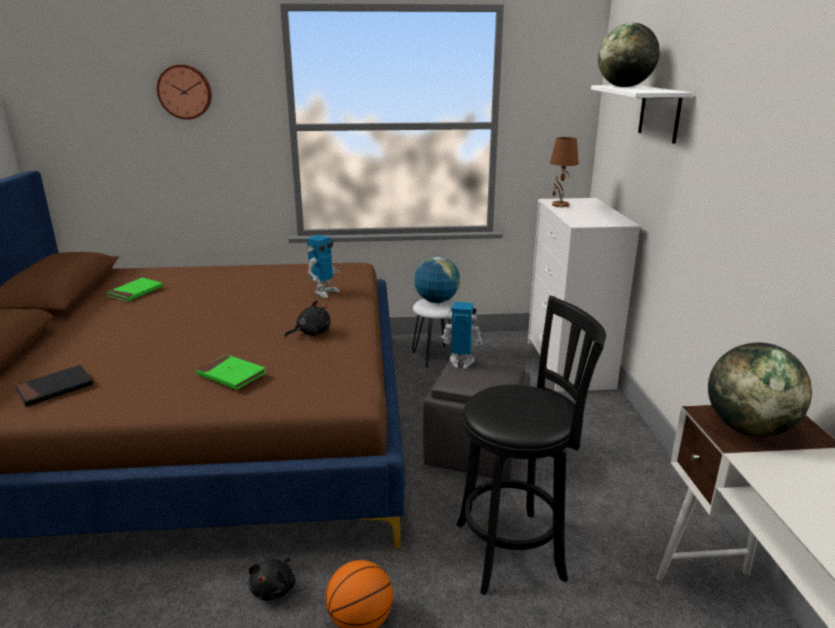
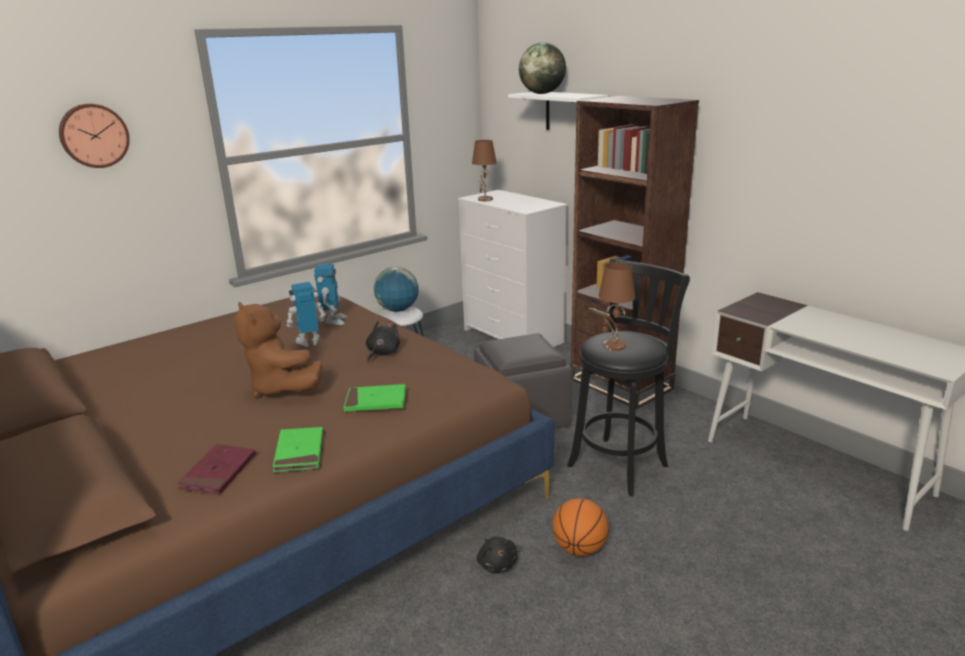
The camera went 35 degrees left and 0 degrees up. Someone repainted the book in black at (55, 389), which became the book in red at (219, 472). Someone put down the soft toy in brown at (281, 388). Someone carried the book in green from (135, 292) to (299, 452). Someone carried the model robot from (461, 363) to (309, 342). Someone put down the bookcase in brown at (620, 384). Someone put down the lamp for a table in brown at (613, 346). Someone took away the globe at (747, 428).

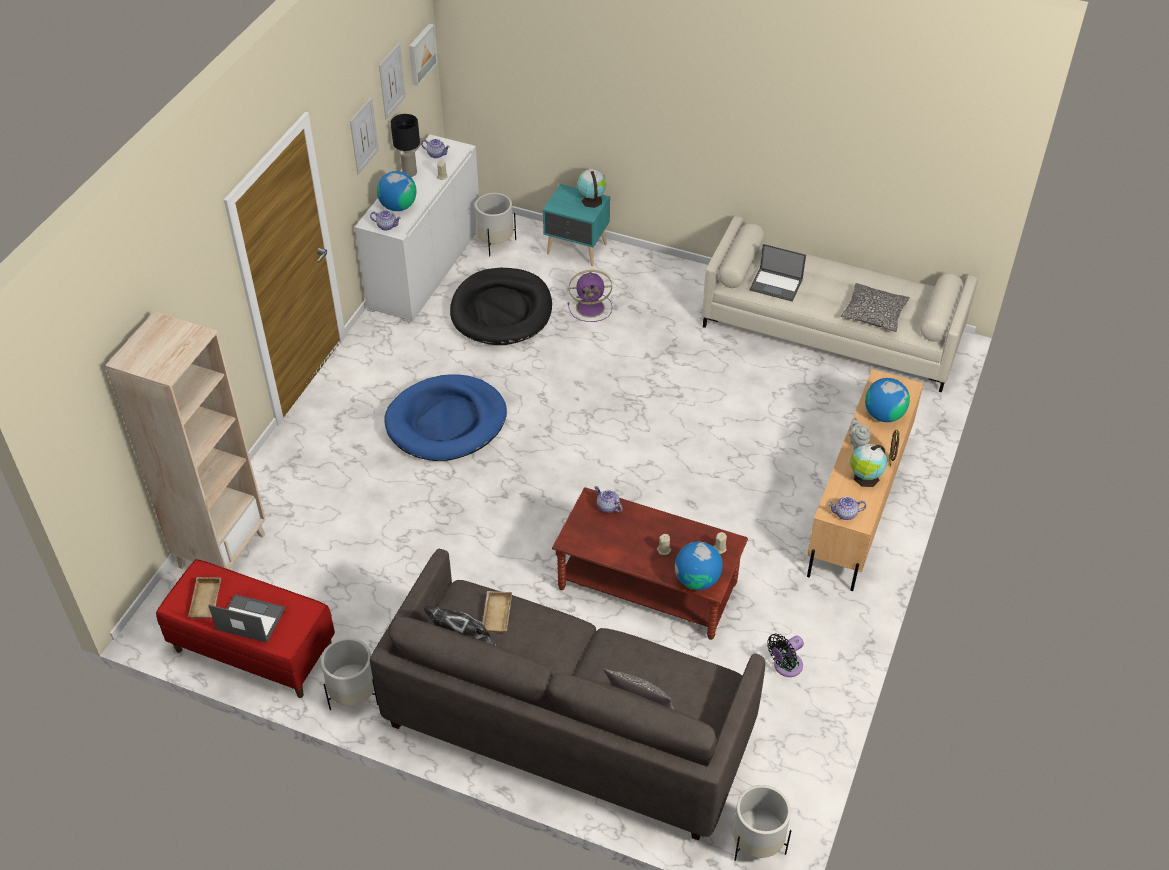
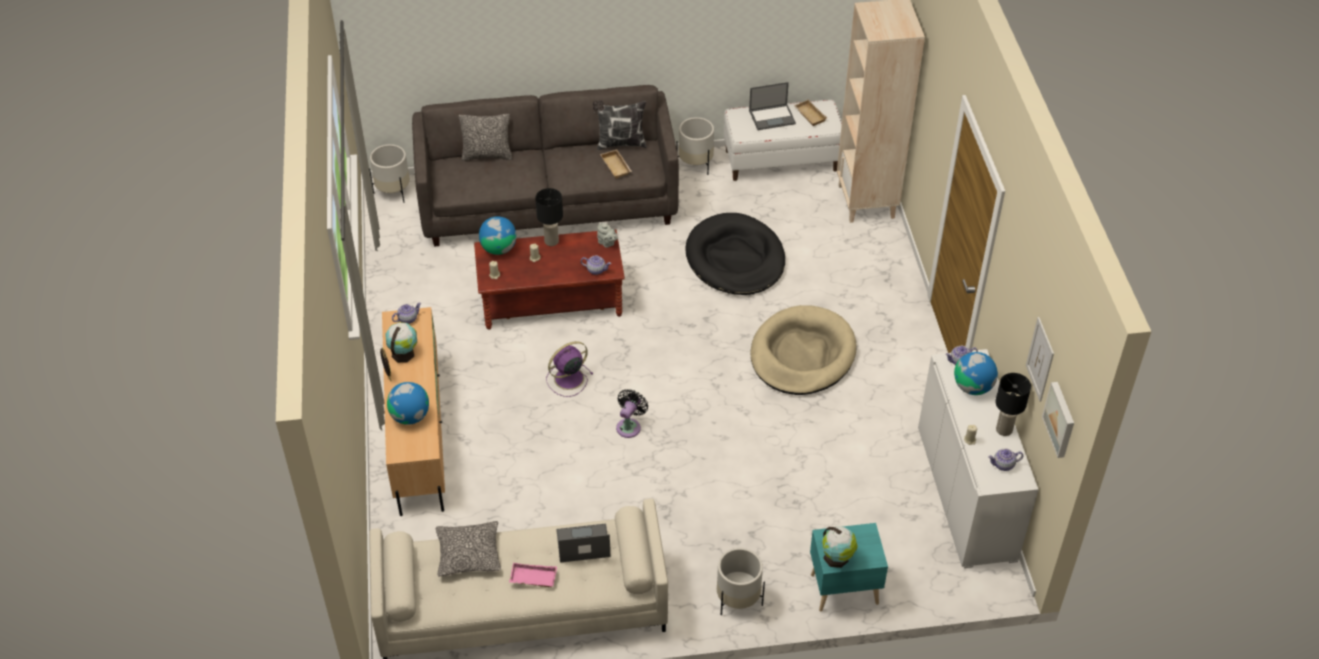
The camera went 150 degrees right and 0 degrees up. Someone put down the carrying tray in pink-coloured at (532, 578). Someone put down the lamp for a table in black at (552, 241). Someone carried the electric fan in purple-coloured from (591, 307) to (567, 379). Someone carried the pot for tea in grey from (857, 444) to (607, 243). Someone carried the electric fan in black from (785, 666) to (629, 426). Someone carried the dog bed in black from (501, 310) to (735, 259). Someone carried the flower pot in white from (495, 243) to (738, 600). Someone repainted the indoor bench in red at (253, 650), which became the indoor bench in white at (781, 160). Someone repainted the dog bed in bluish at (446, 422), which became the dog bed in beige at (802, 354). Someone took away the wall picture at (364, 135).

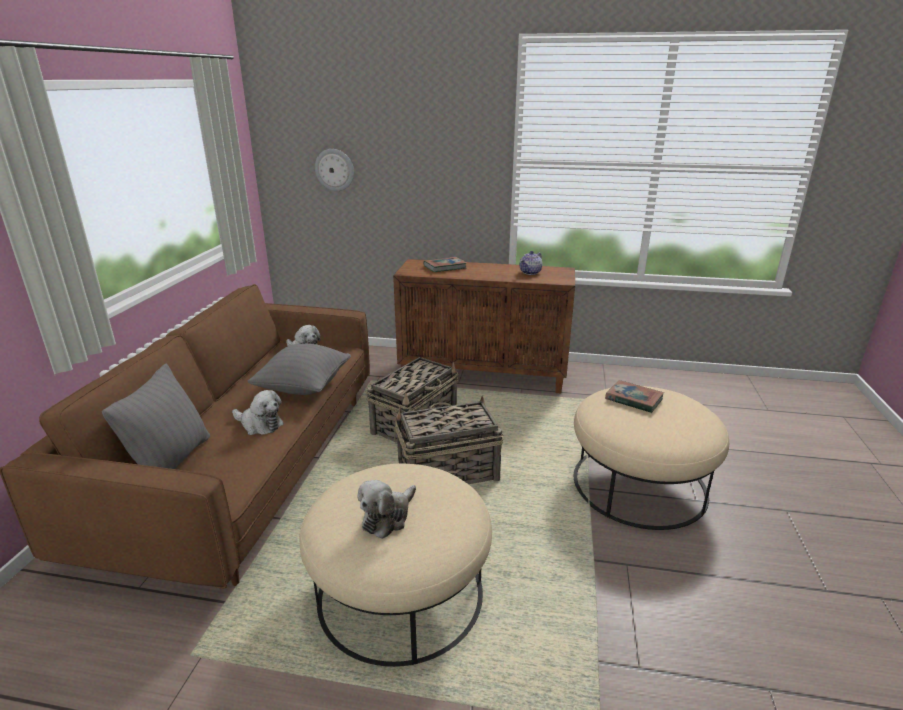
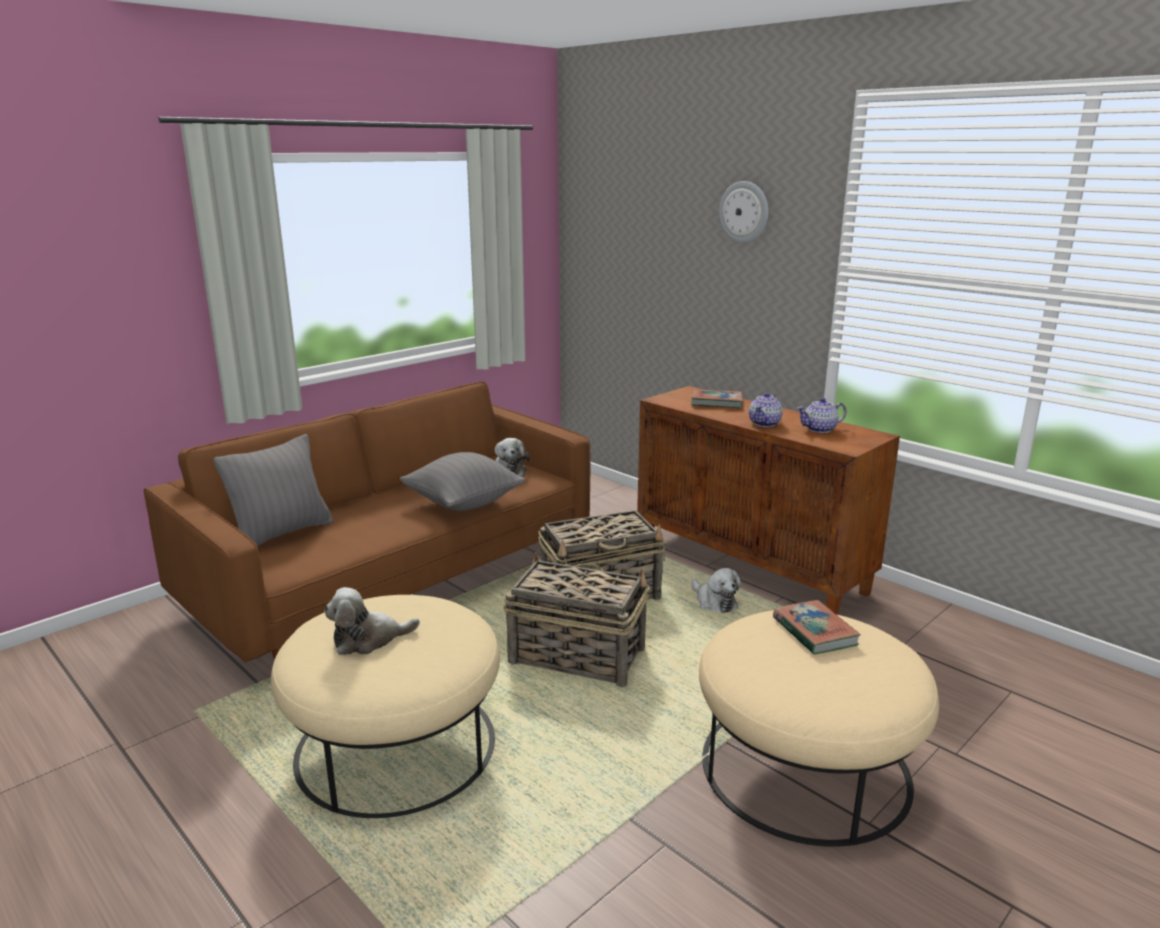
The camera went 35 degrees right and 5 degrees down. Someone carried the soft toy from (260, 424) to (714, 602). Someone carried the wall clock from (334, 170) to (744, 212). Someone put down the pot for tea at (765, 423).

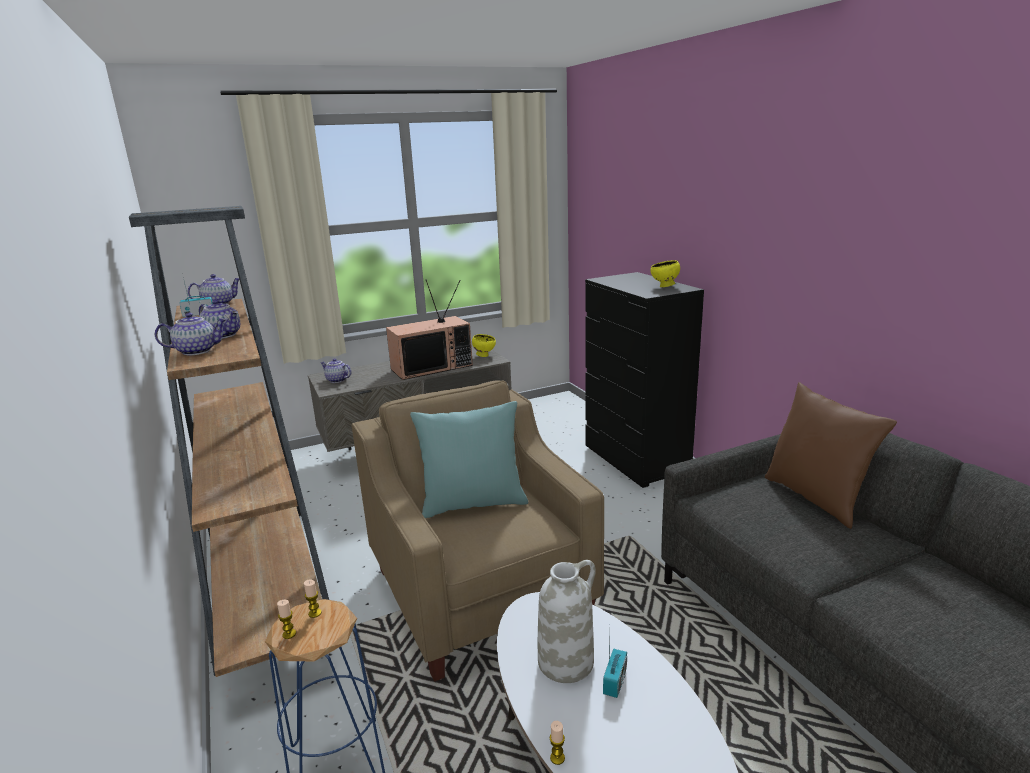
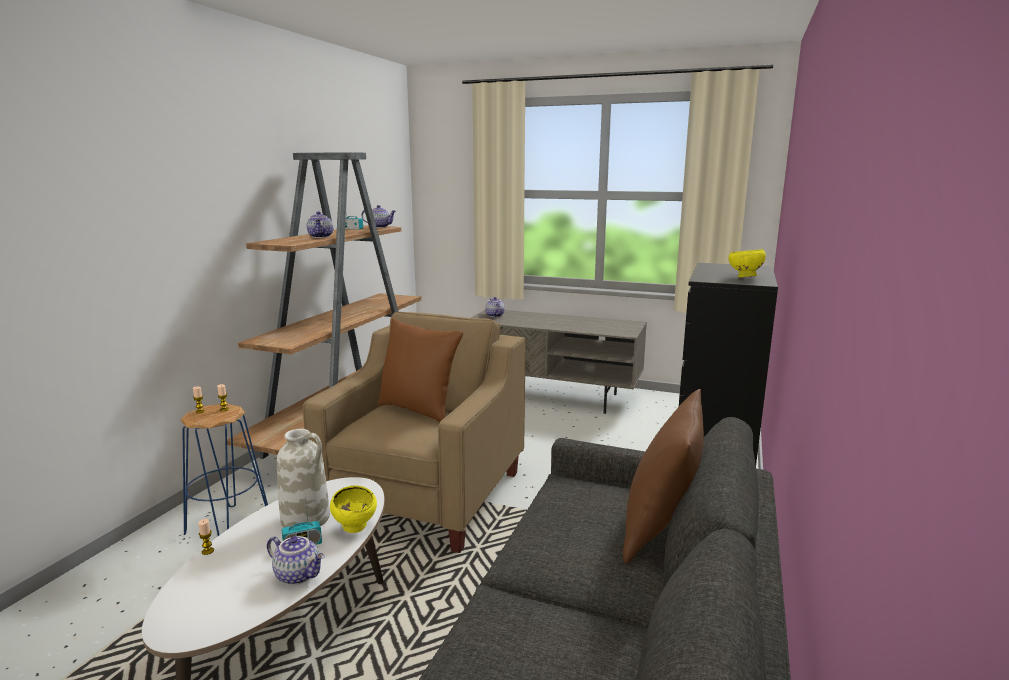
The camera went 45 degrees right and 5 degrees down. Someone carried the pot for tea from (197, 351) to (298, 575). Someone carried the deep dish in yellow from (484, 355) to (356, 528). Someone repainted the throw pillow in turquoise-coloured at (473, 503), which became the throw pillow in brown at (419, 410). Someone took away the TV set at (432, 367).

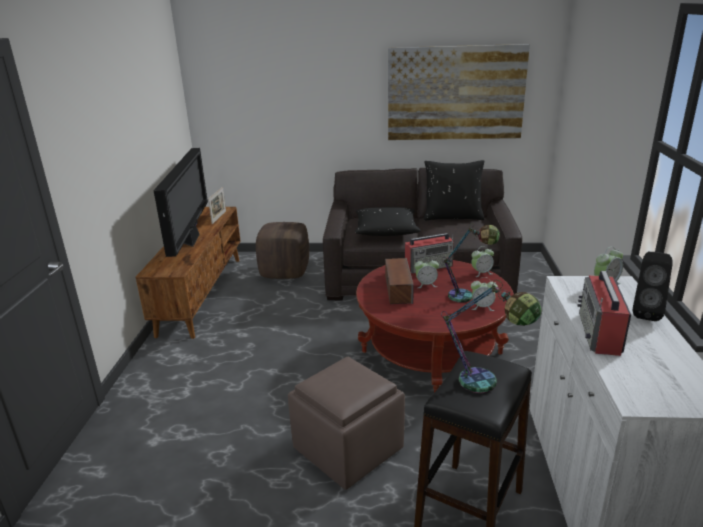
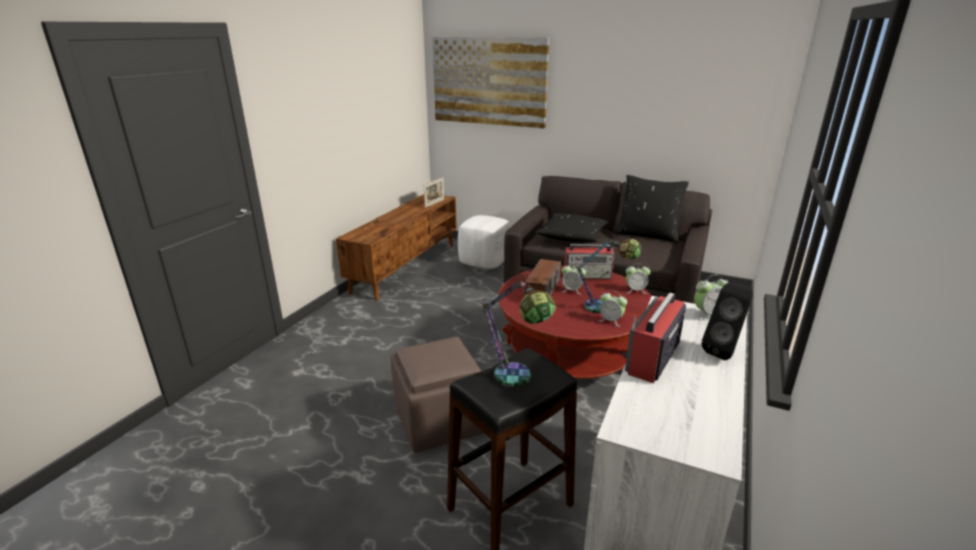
The camera went 20 degrees right and 0 degrees up. Someone carried the wall picture from (455, 93) to (489, 81). Someone repainted the footrest in brown at (285, 272), which became the footrest in white at (485, 262). Someone took away the TV set at (192, 239).

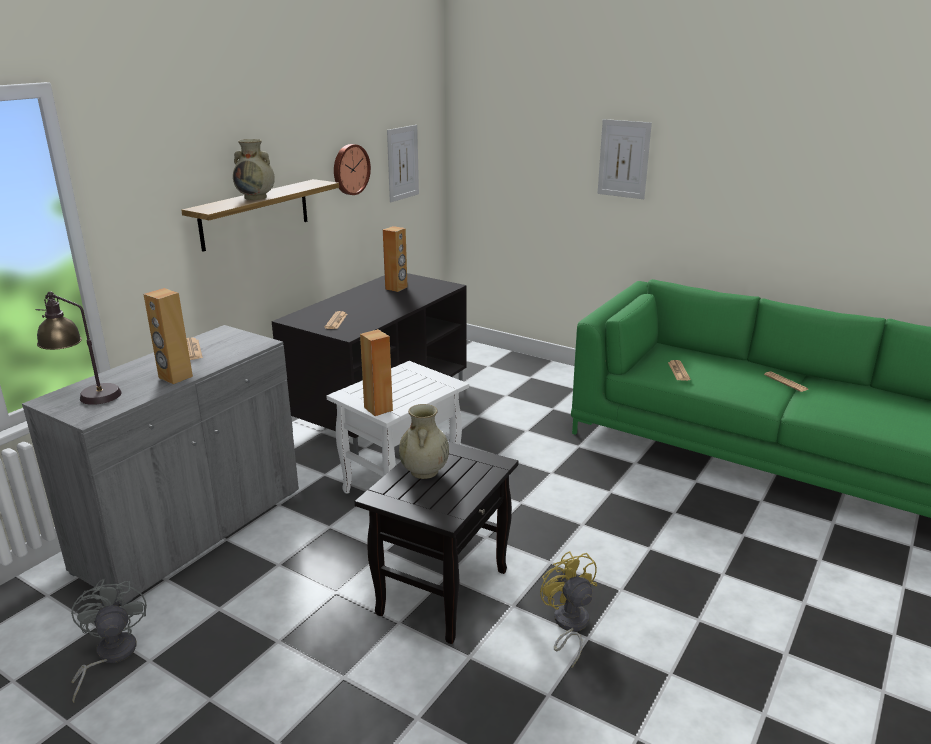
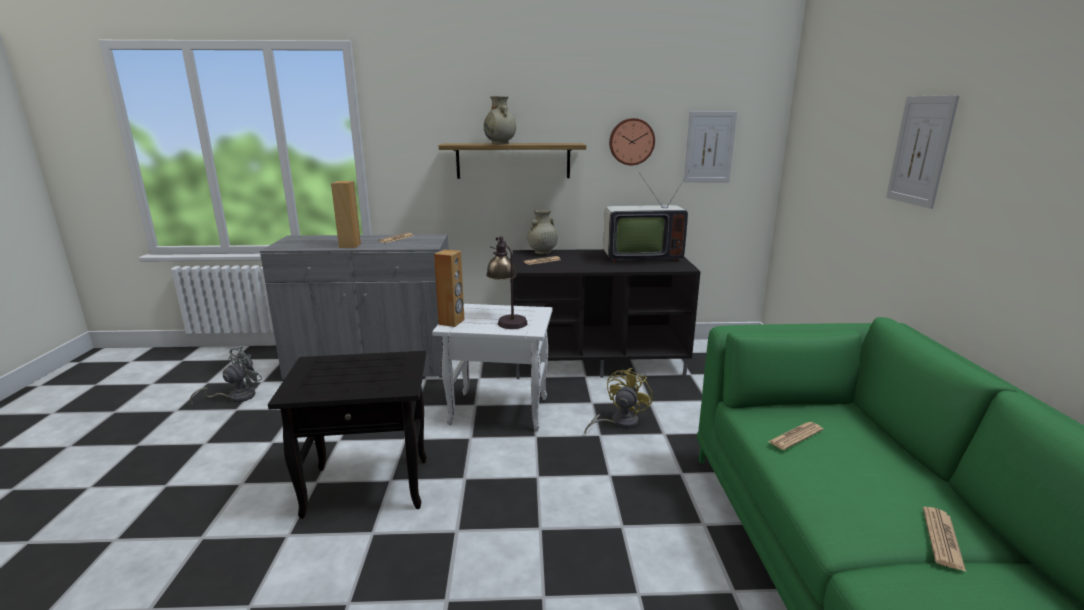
The camera went 55 degrees right and 5 degrees down. Someone carried the lamp for a table from (86, 395) to (507, 319). Someone carried the decorative vase in beige from (424, 472) to (542, 252). Someone carried the electric fan in yellow from (568, 625) to (618, 422). Someone swapped the audio speaker in brown at (396, 288) for the TV set at (640, 257).

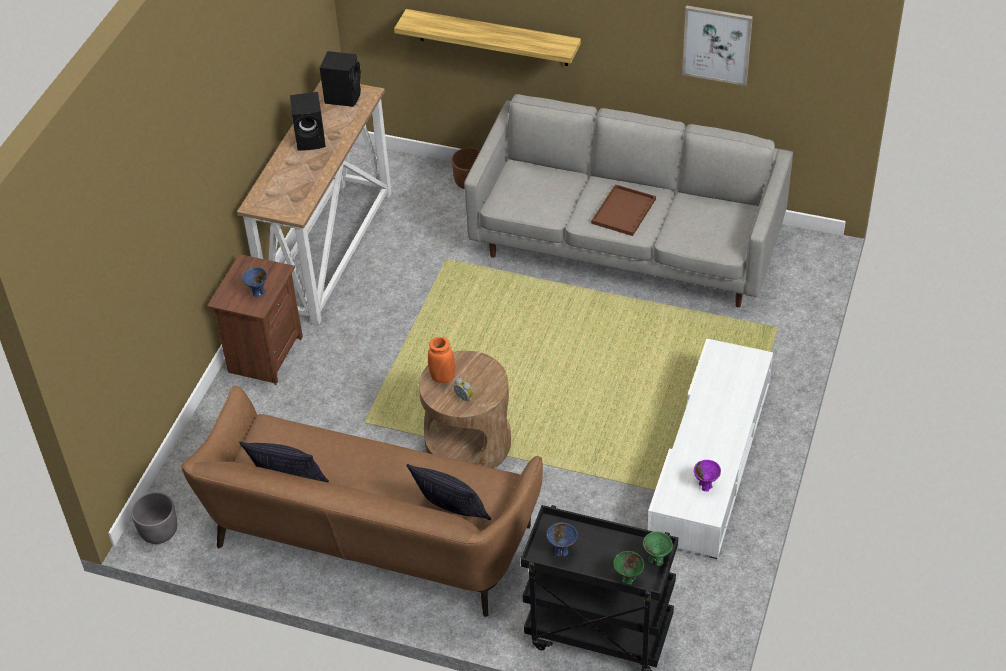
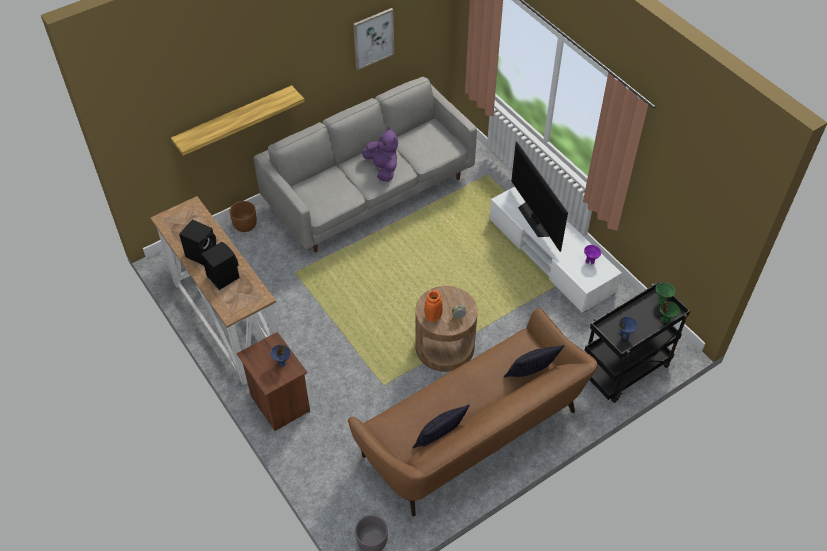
The camera went 55 degrees left and 5 degrees up. Someone carried the audio speaker in black from (343, 96) to (223, 276). Someone swapped the carrying tray in brown at (623, 212) for the soft toy in purple-coloured at (383, 168). Someone put down the TV set at (536, 219).

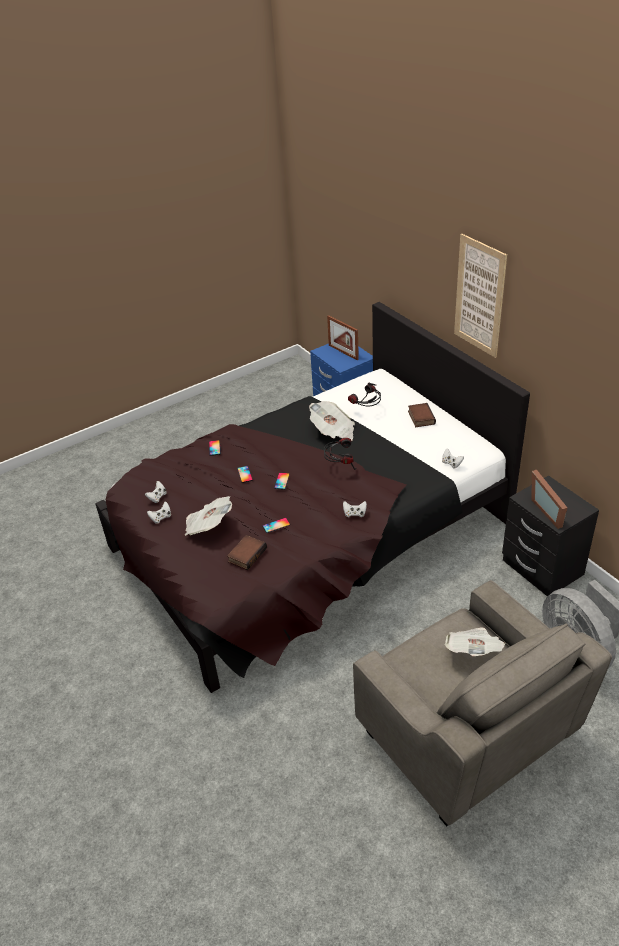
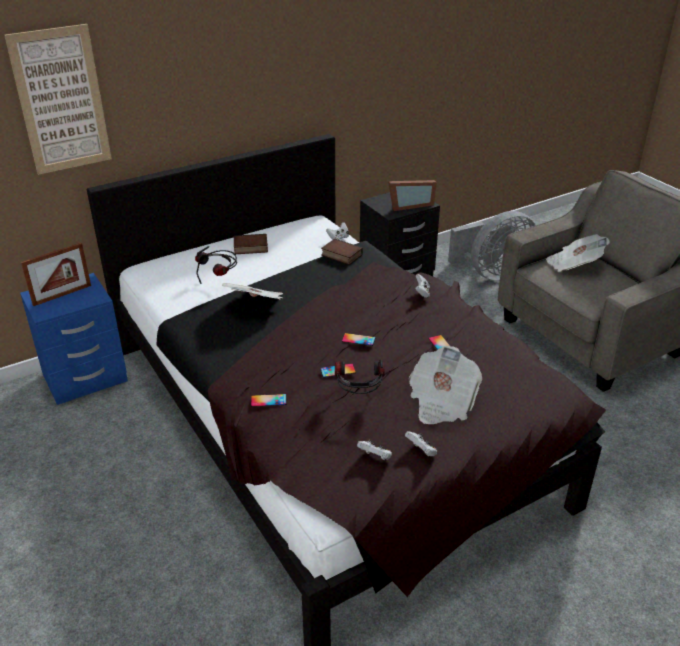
The camera went 90 degrees left and 5 degrees down. Someone carried the wall picture from (479, 296) to (61, 100). Someone carried the book from (246, 554) to (340, 255). Someone carried the headphones from (340, 466) to (359, 397).

